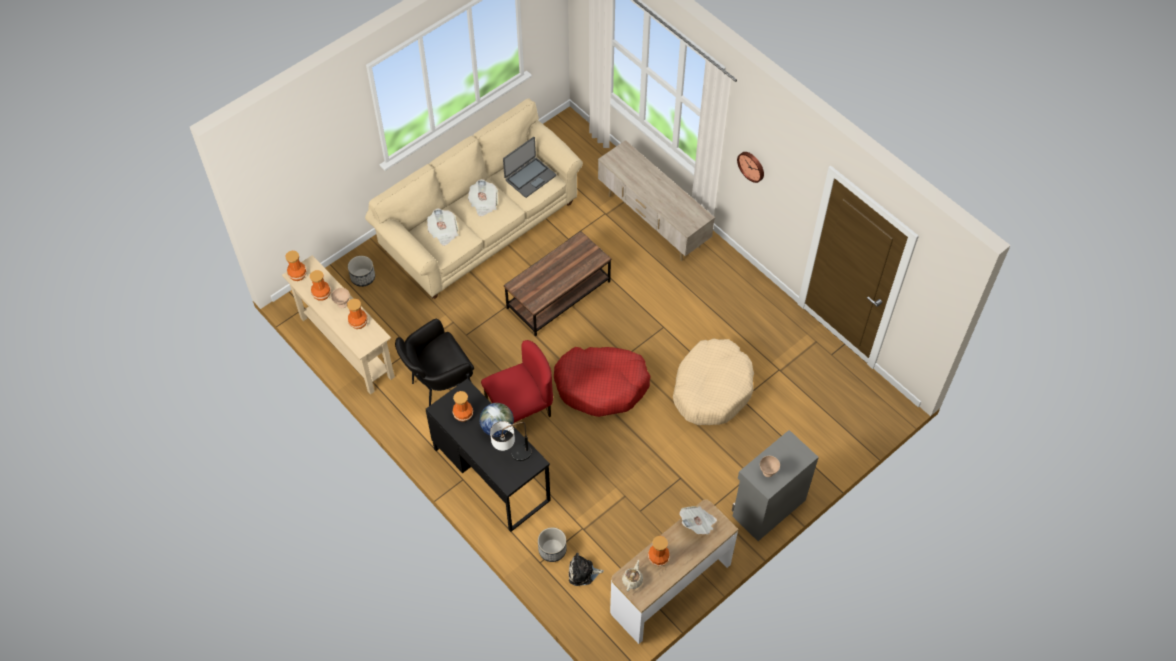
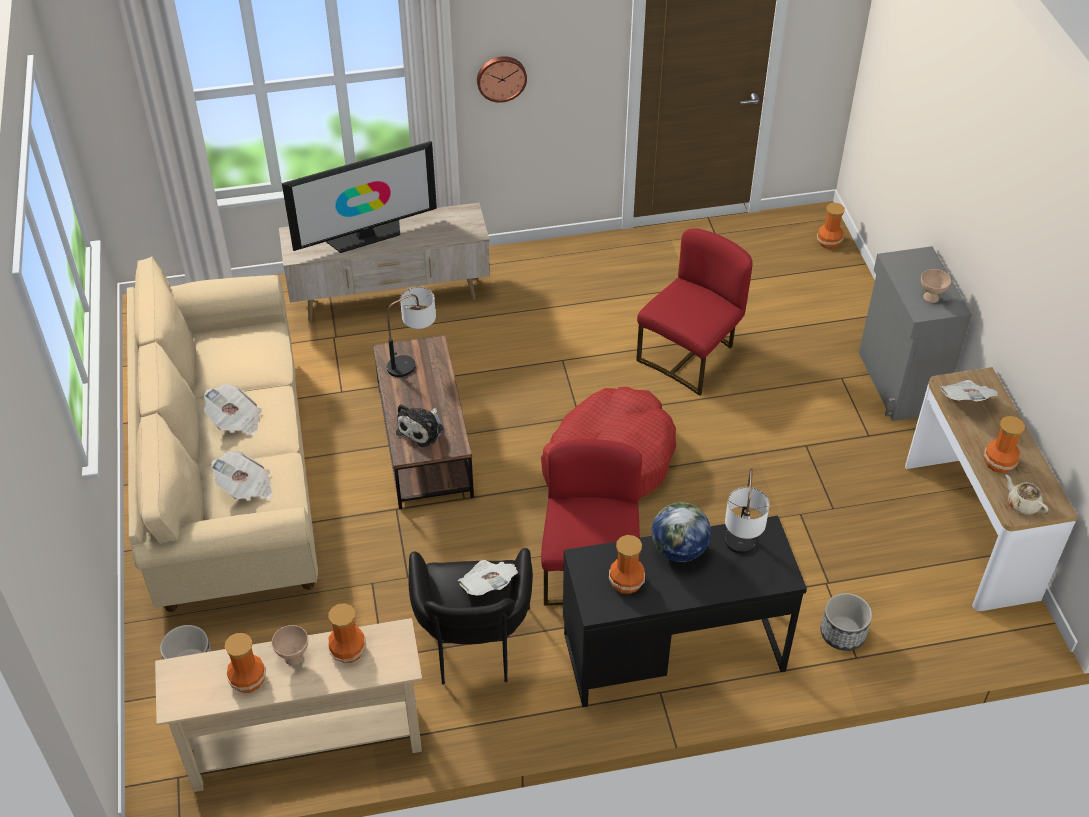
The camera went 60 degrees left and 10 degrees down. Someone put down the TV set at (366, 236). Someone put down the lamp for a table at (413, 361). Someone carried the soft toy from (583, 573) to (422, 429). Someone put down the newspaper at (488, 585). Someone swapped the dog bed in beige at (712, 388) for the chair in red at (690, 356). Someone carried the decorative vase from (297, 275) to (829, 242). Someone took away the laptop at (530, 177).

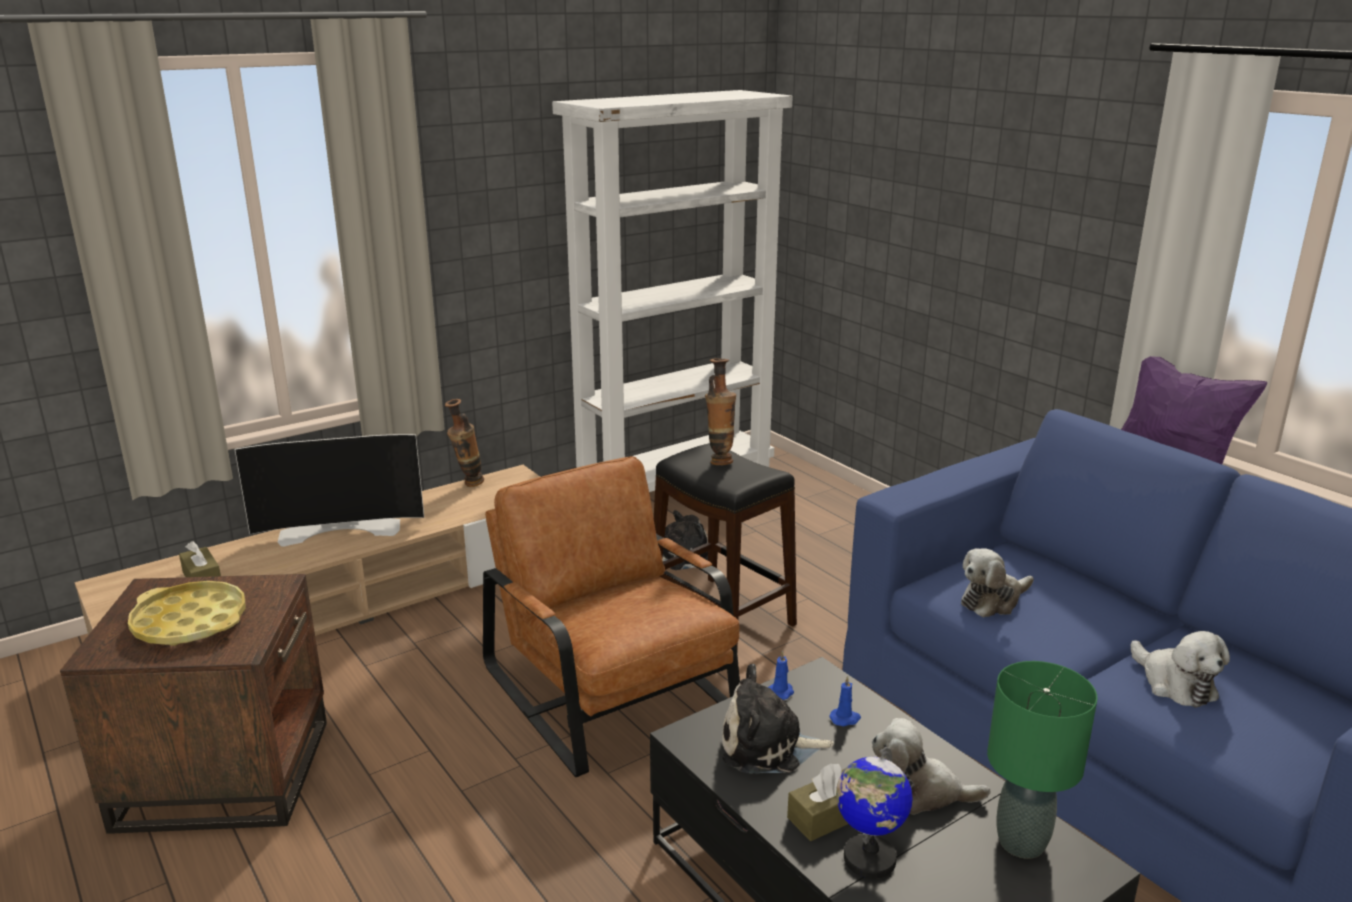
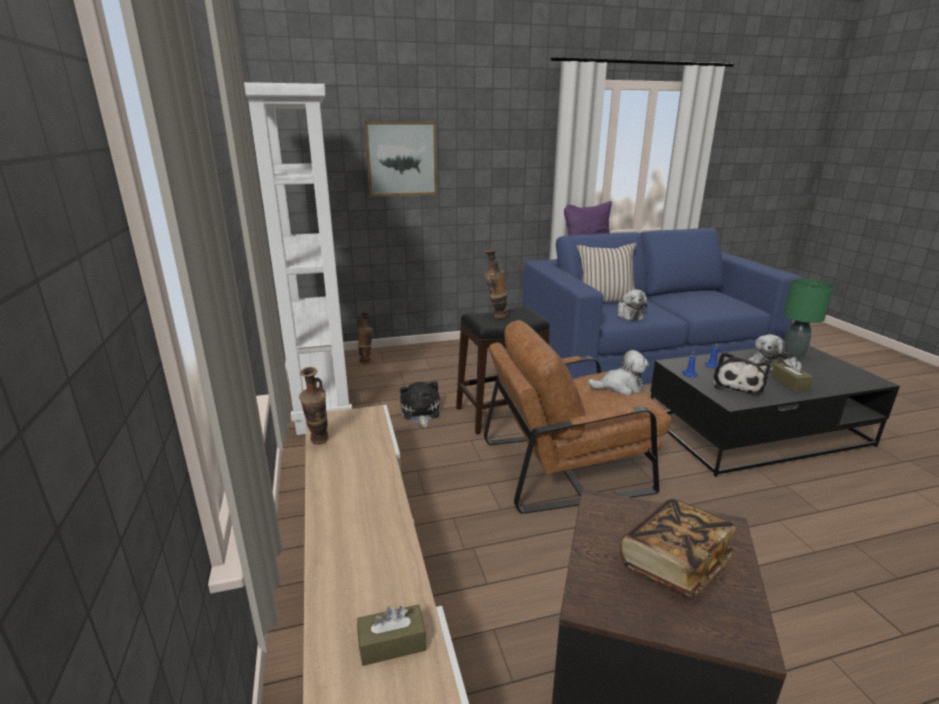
The camera went 70 degrees left and 0 degrees up. Someone put down the decorative vase at (366, 361). Someone put up the wall picture at (401, 159). Someone put down the throw pillow in beige at (605, 301). Someone carried the soft toy from (1174, 684) to (620, 387). Someone swapped the carrying tray in yellow at (190, 622) for the book at (674, 562). Someone took away the TV set at (341, 529). Someone took away the globe at (868, 859).

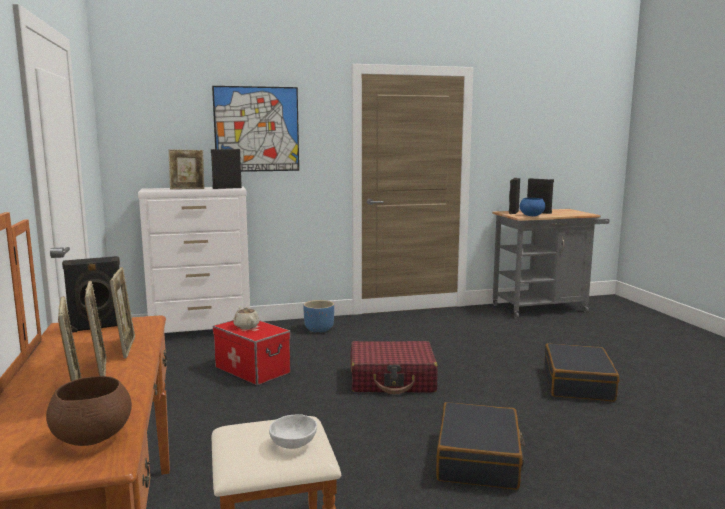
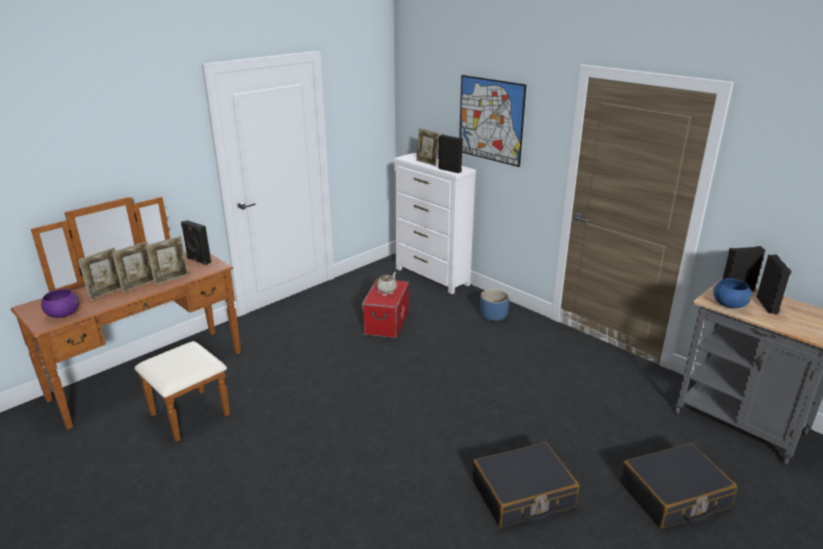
The camera went 60 degrees right and 15 degrees up. Someone repainted the deep dish in brown at (91, 438), which became the deep dish in purple-coloured at (63, 314). Someone carried the piece of luggage in black from (479, 459) to (674, 496). Someone took away the deep dish in white at (293, 444). Someone took away the piece of luggage in red at (392, 380).

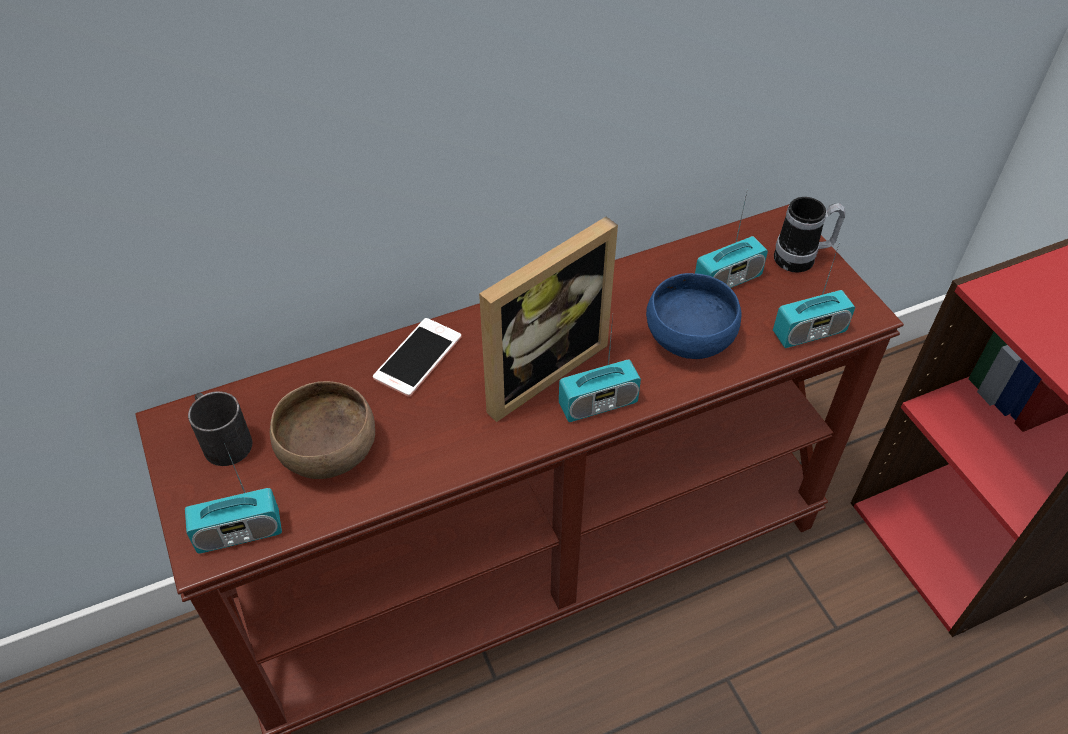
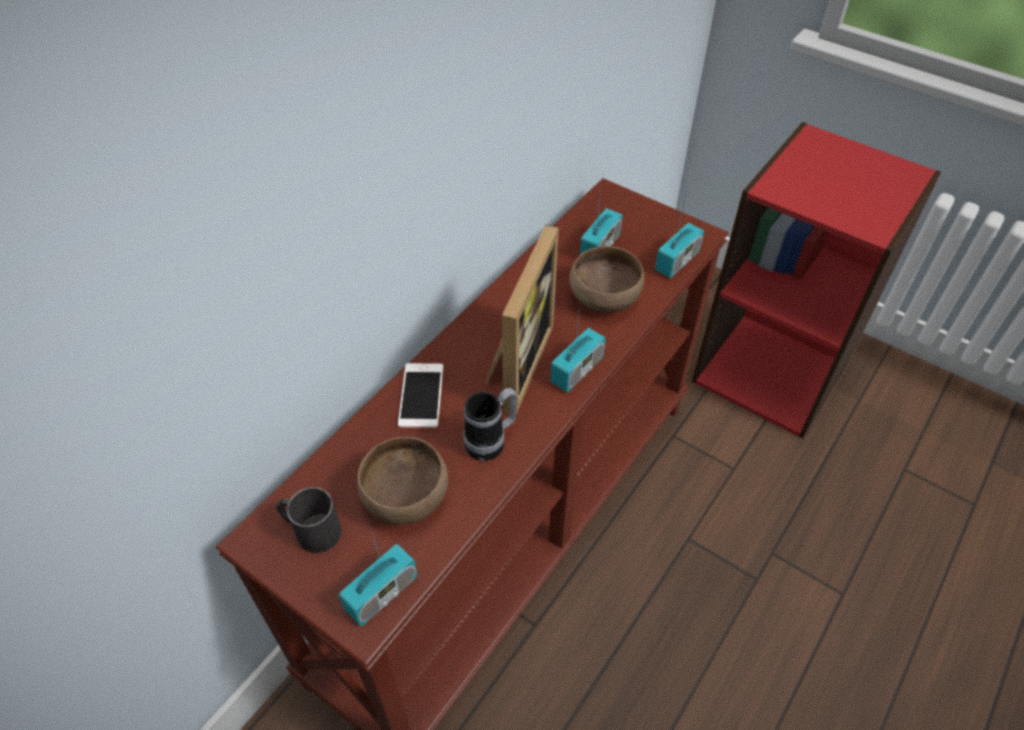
The camera went 30 degrees left and 0 degrees up. Someone carried the tea mug from (802, 259) to (491, 441). Someone repainted the deep dish in bluish at (687, 339), which became the deep dish in brown at (603, 299).

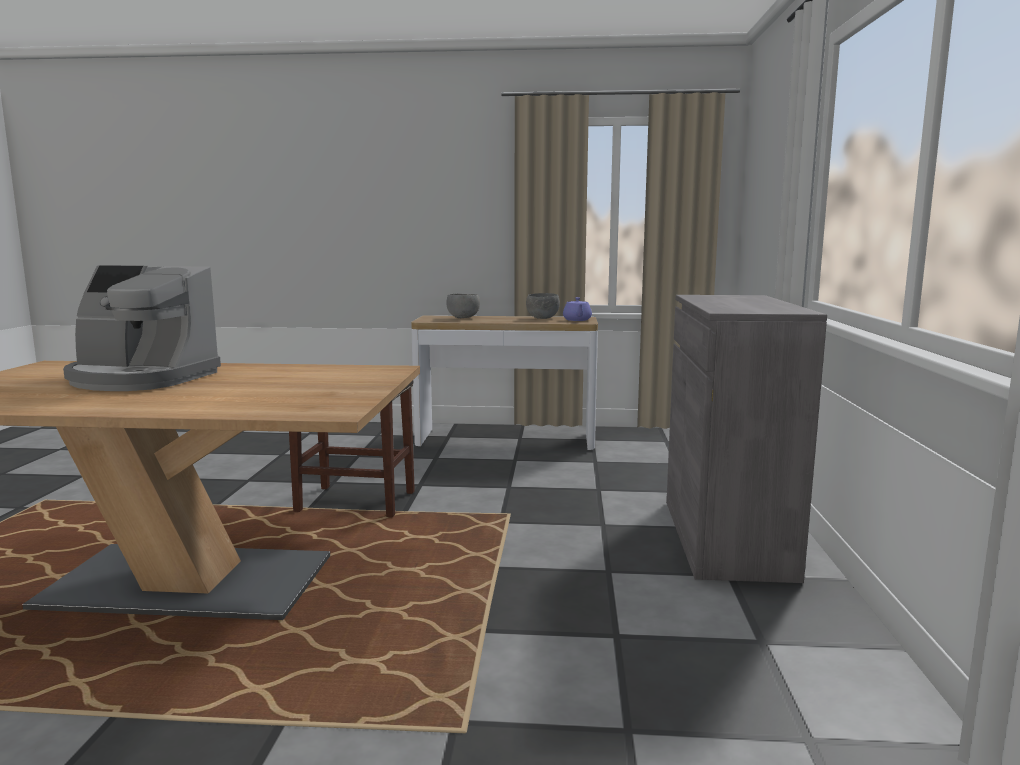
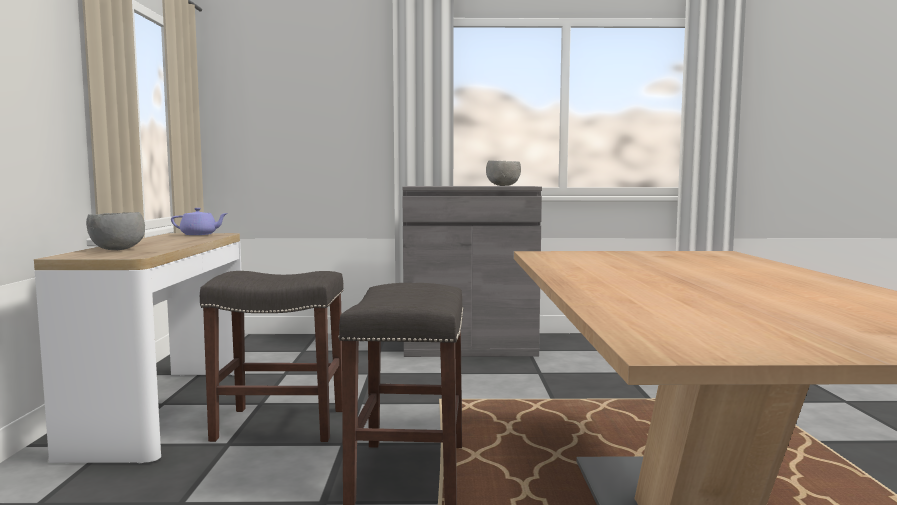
The camera went 95 degrees left and 5 degrees down. Someone put down the stool in grey at (282, 424). Someone carried the deep dish in grey from (543, 318) to (503, 186). Someone took away the coffee brewer at (141, 379).

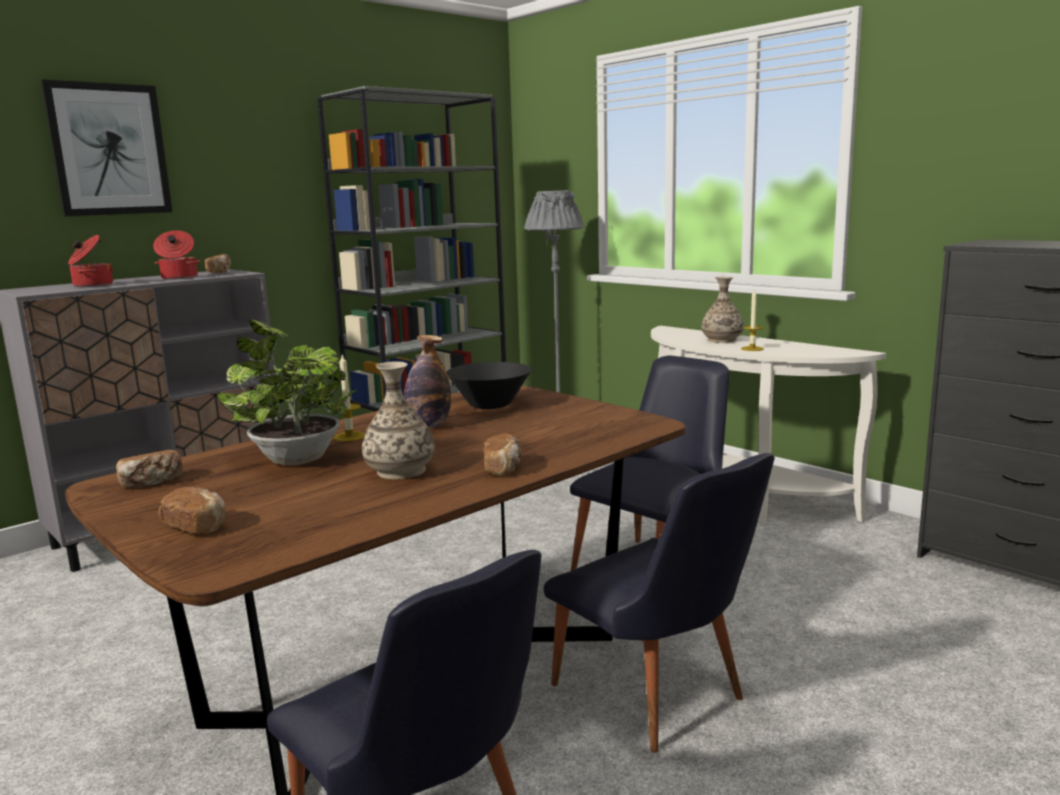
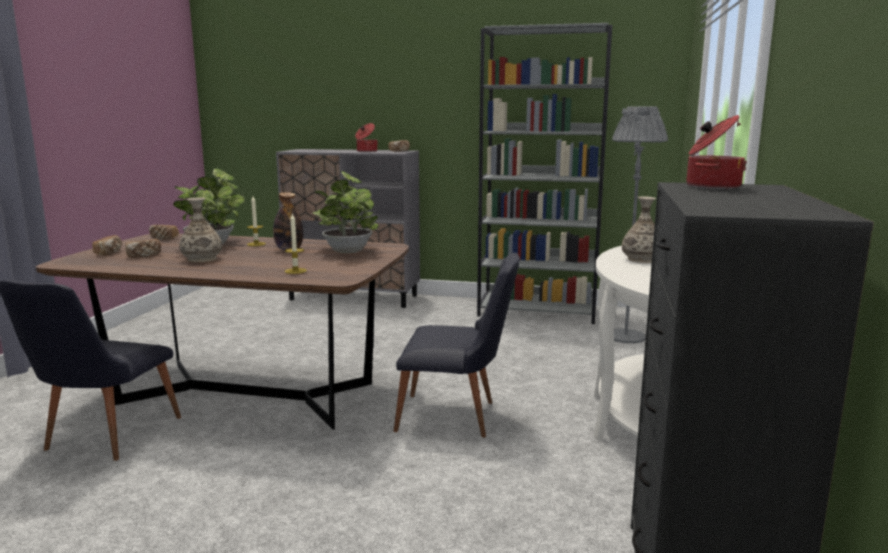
The camera went 55 degrees right and 0 degrees up. Someone carried the baked bread from (503, 468) to (144, 255). Someone carried the wax light from (752, 348) to (295, 271). Someone swapped the deep dish in black at (490, 405) for the potted plant at (347, 250). Someone carried the stockpot from (92, 285) to (711, 186). Someone took away the wall picture at (109, 150). Someone took away the chair in black at (658, 700).

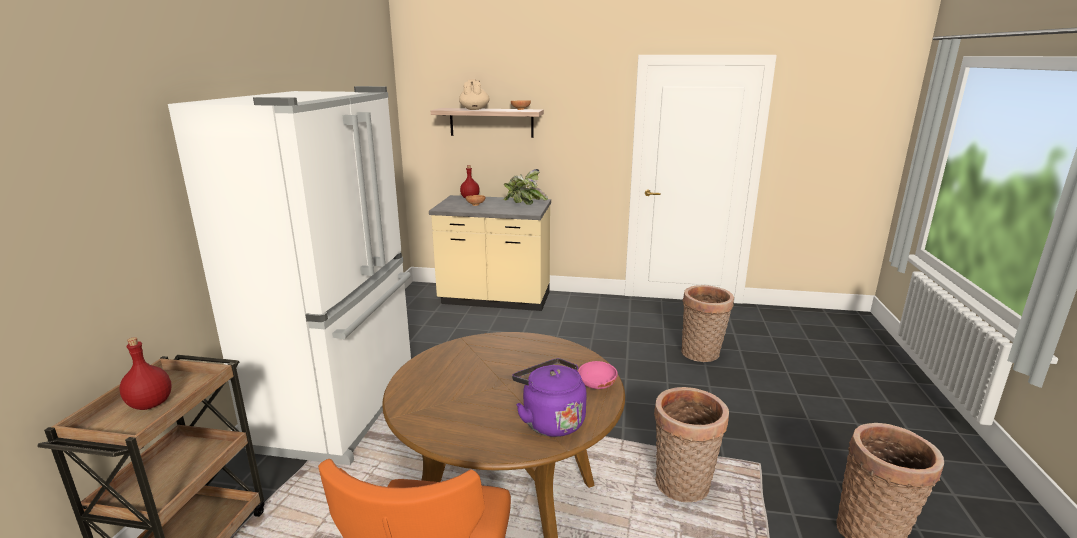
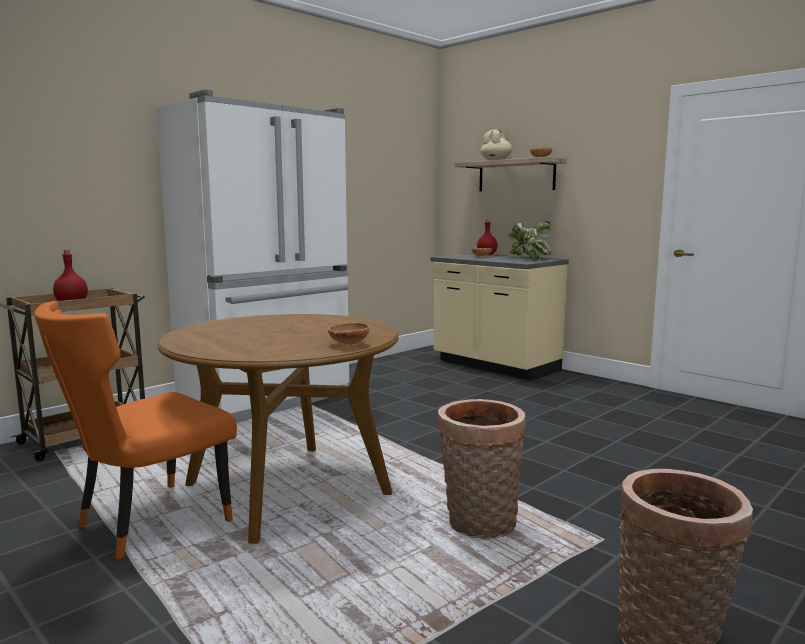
The camera went 35 degrees right and 10 degrees down. Someone repainted the deep dish in pink-coloured at (596, 386), which became the deep dish in brown at (348, 344). Someone took away the water kettle in purple-coloured at (550, 421). Someone took away the storage basket at (702, 354).

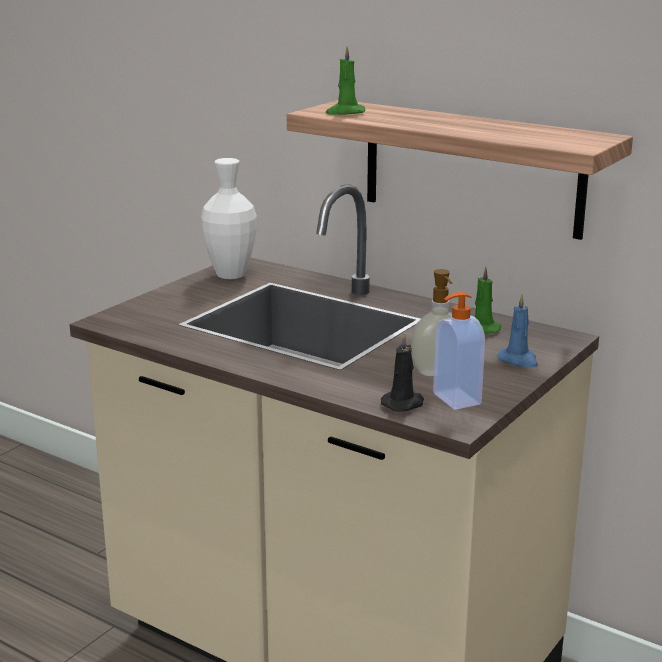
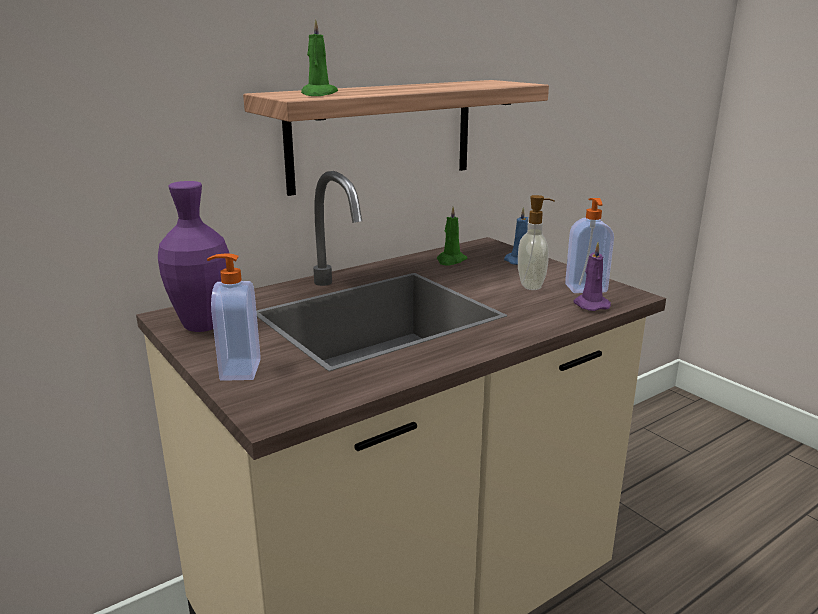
The camera went 70 degrees left and 0 degrees up. Someone repainted the decorative vase in white at (230, 275), which became the decorative vase in purple-coloured at (202, 326). Someone put down the soap bottle at (238, 370). Someone repainted the wax light in black at (404, 404), which became the wax light in purple-coloured at (590, 305).

